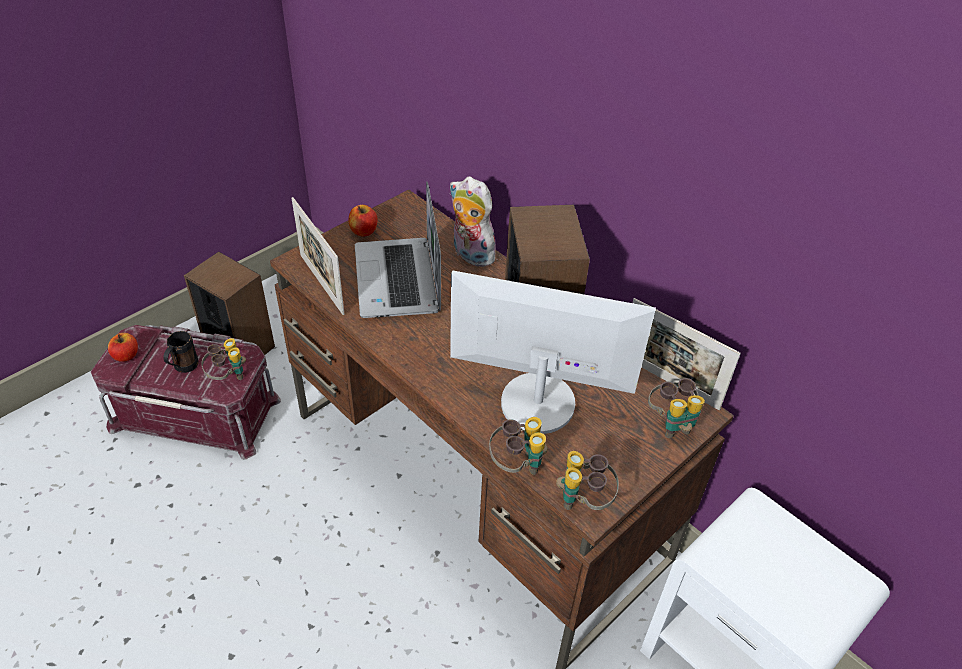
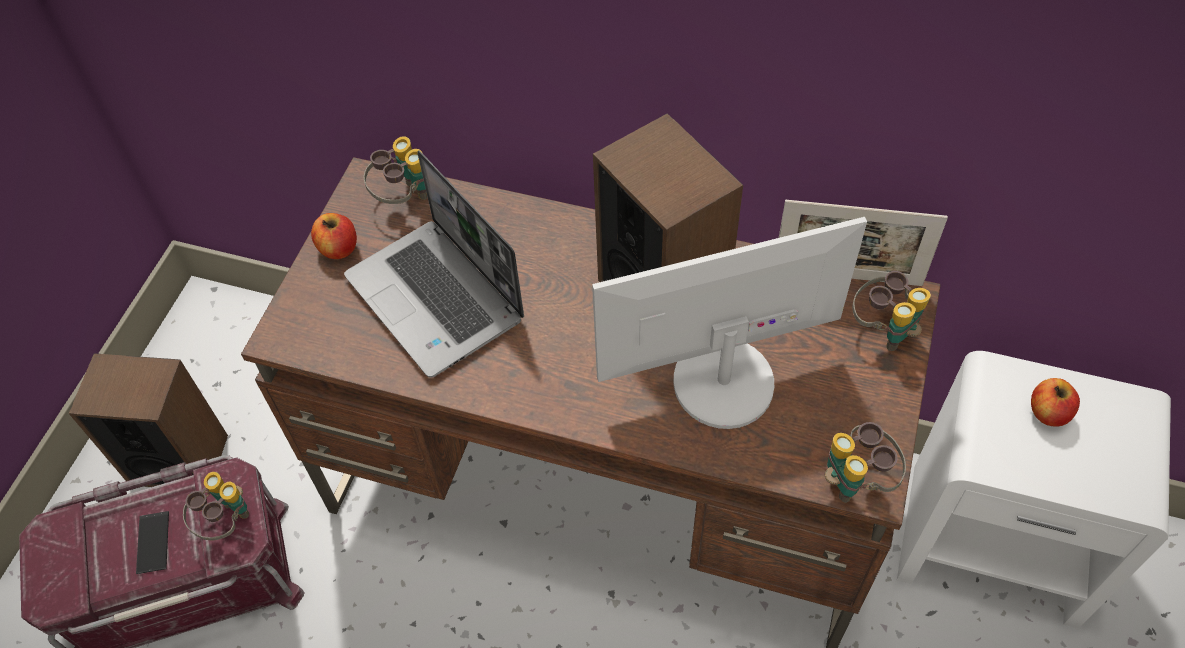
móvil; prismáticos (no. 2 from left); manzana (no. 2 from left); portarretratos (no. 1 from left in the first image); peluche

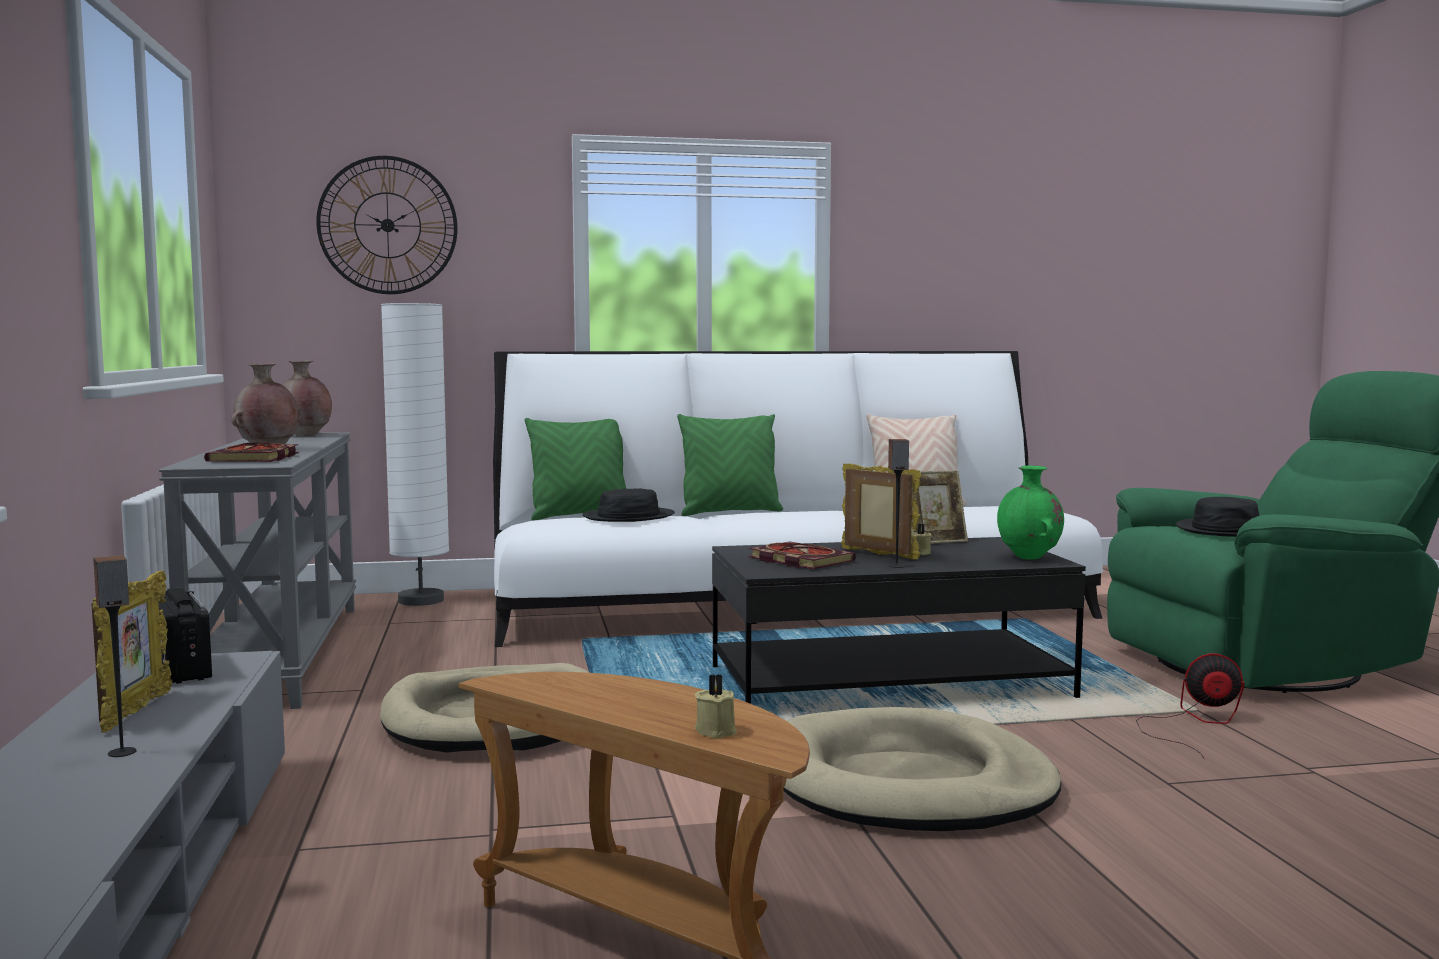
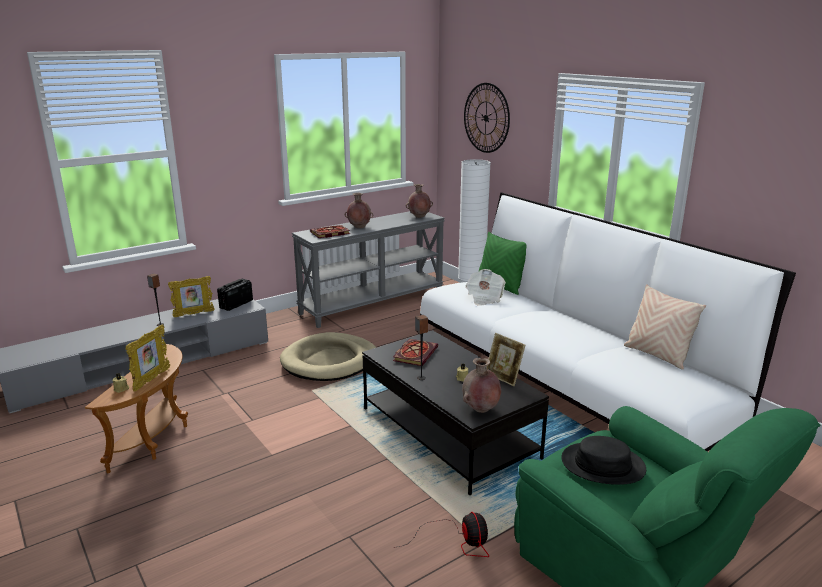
portarretratos (no. 1 from left); florero [marrón] (no. 3 from left); periódico; cojín [verde] (no. 2 from left in the first image); cama para perro [beis] (no. 2 from left in the first image)

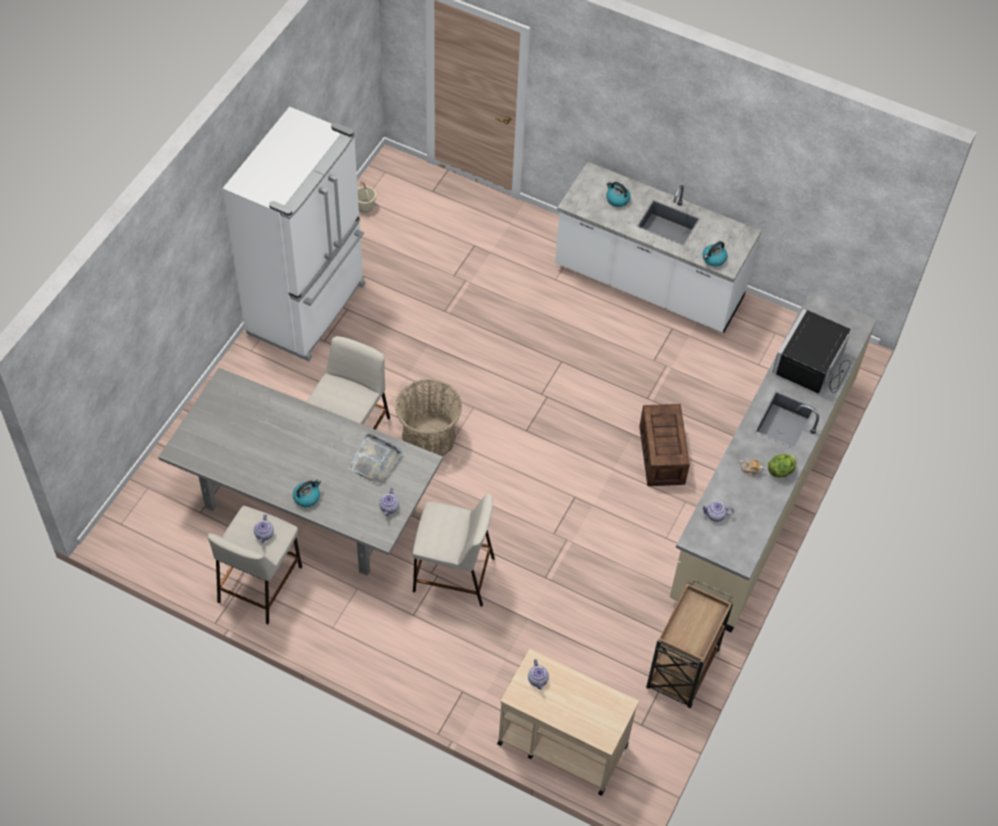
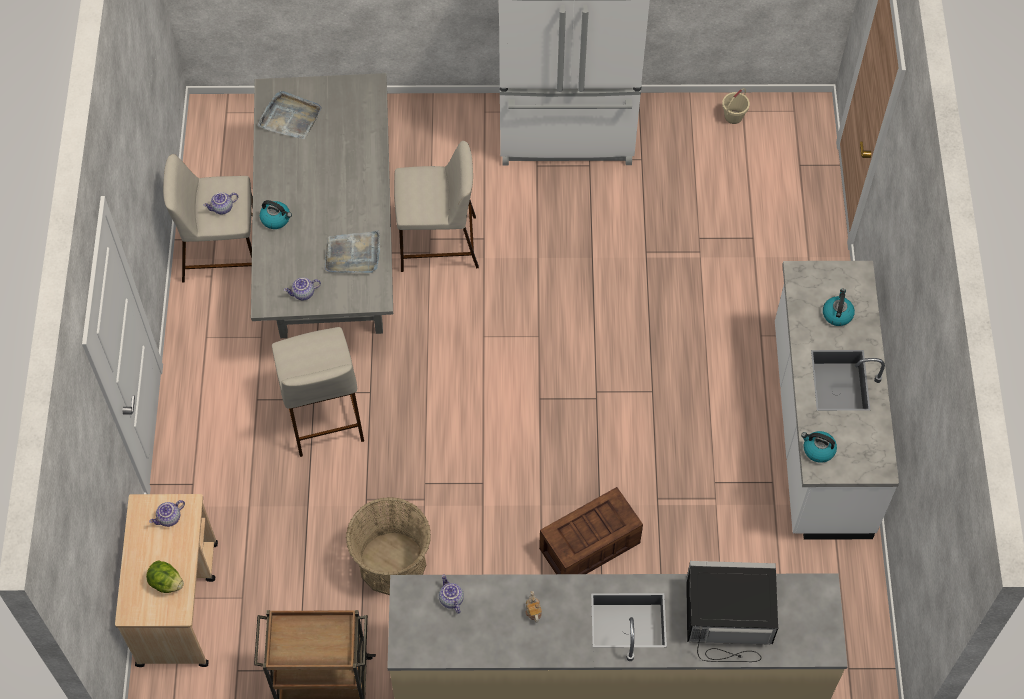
lechuga; bandeja [gris] (no. 1 from left); cesta

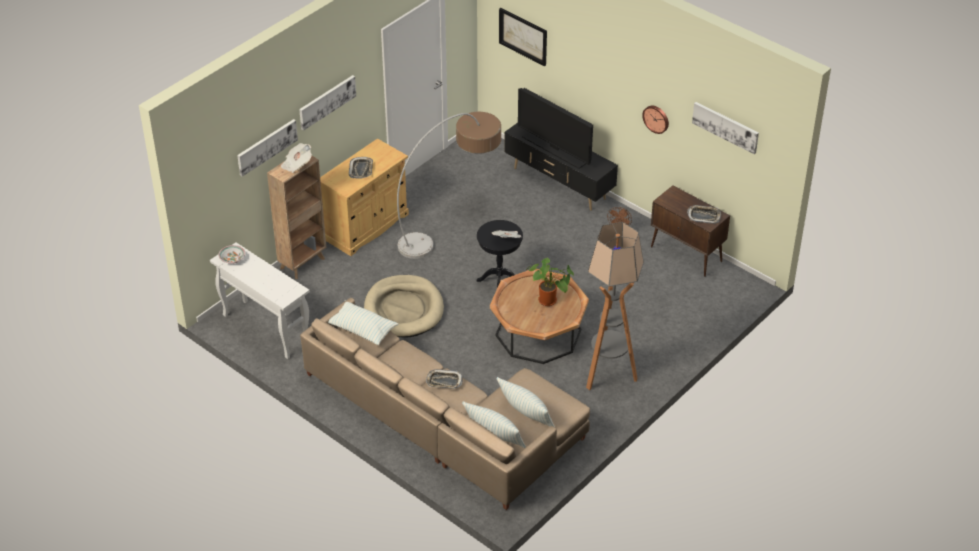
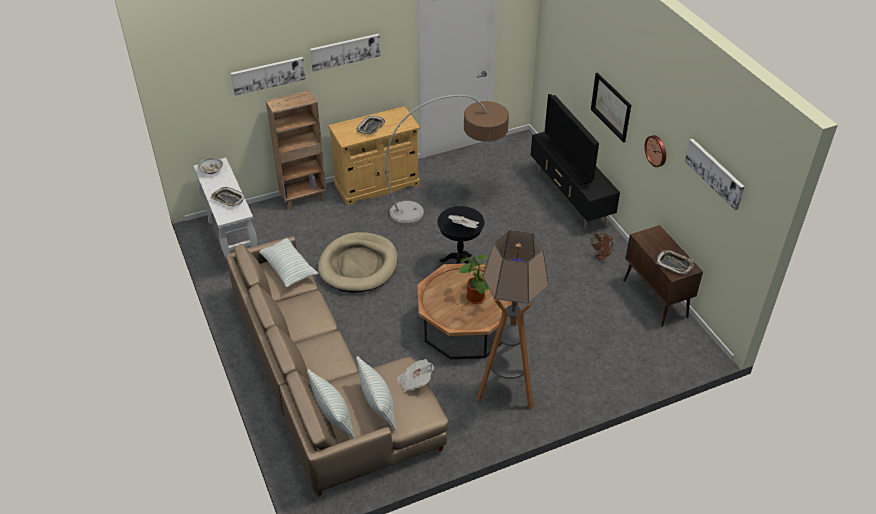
bandeja (no. 1 from left); periódico (no. 1 from left); cuadro (no. 3 from left)

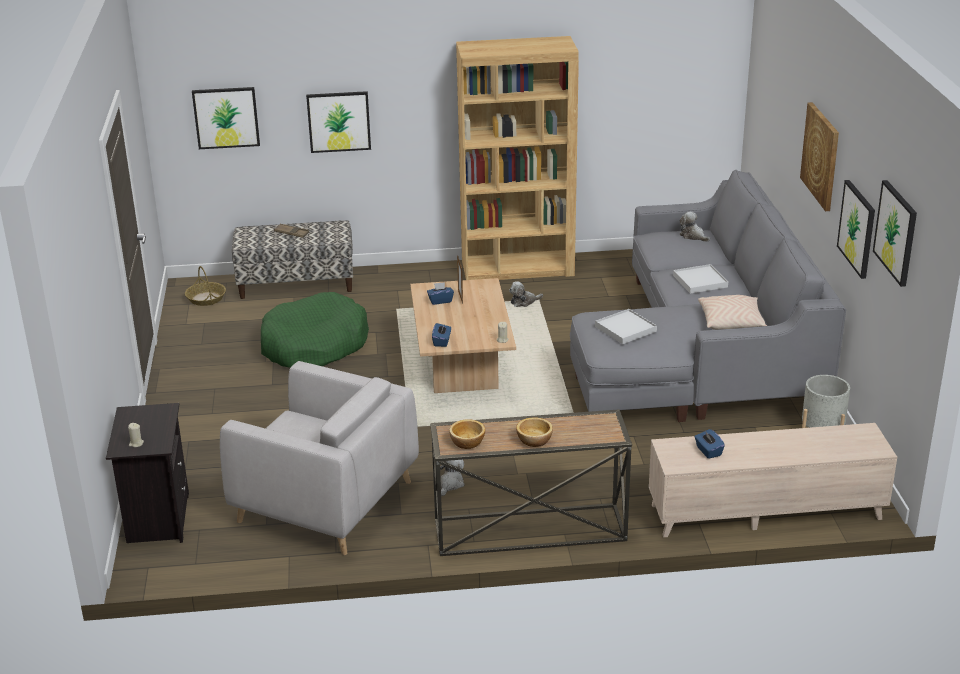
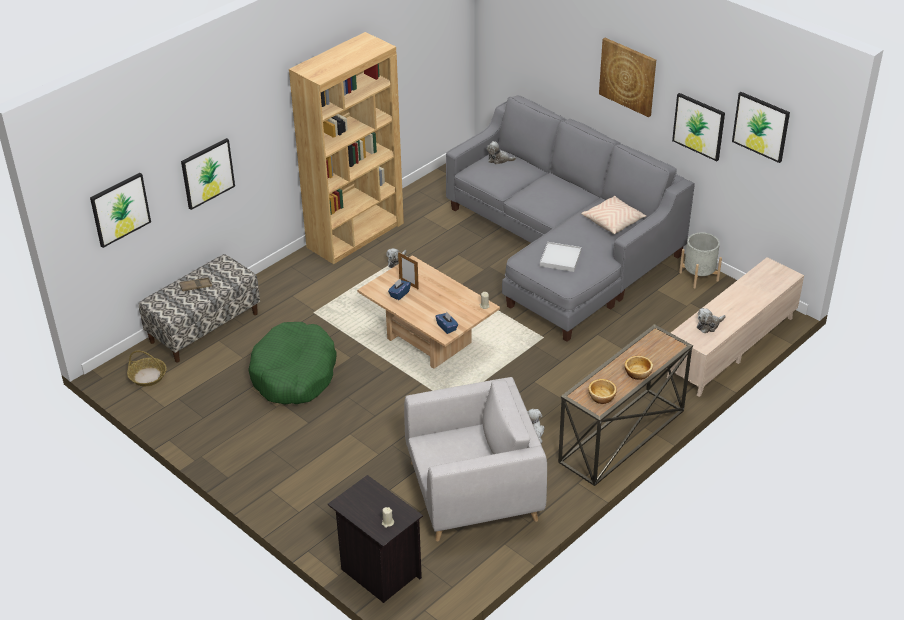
peluche (no. 4 from left); bandeja [blanco] (no. 2 from left in the first image)

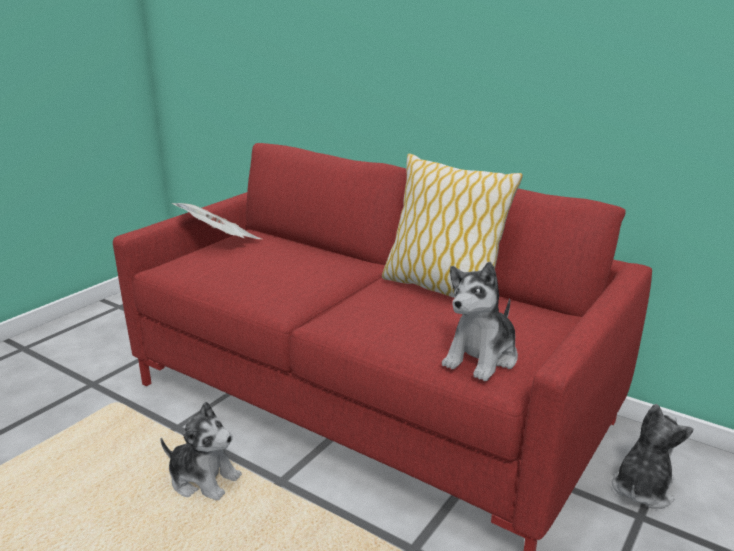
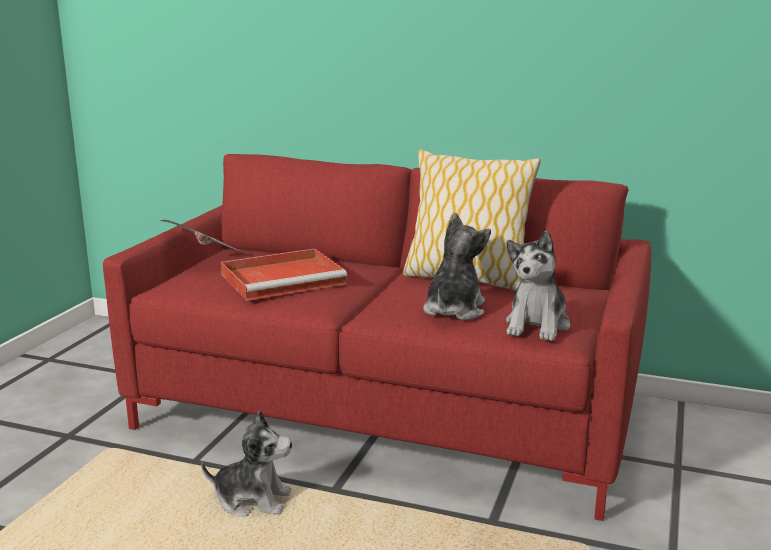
bandeja [rojo]; peluche (no. 2 from left)

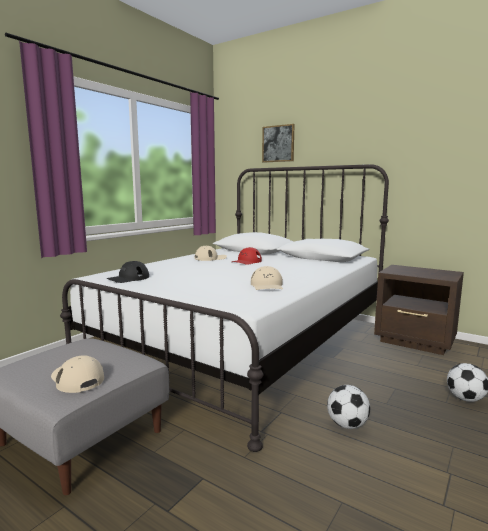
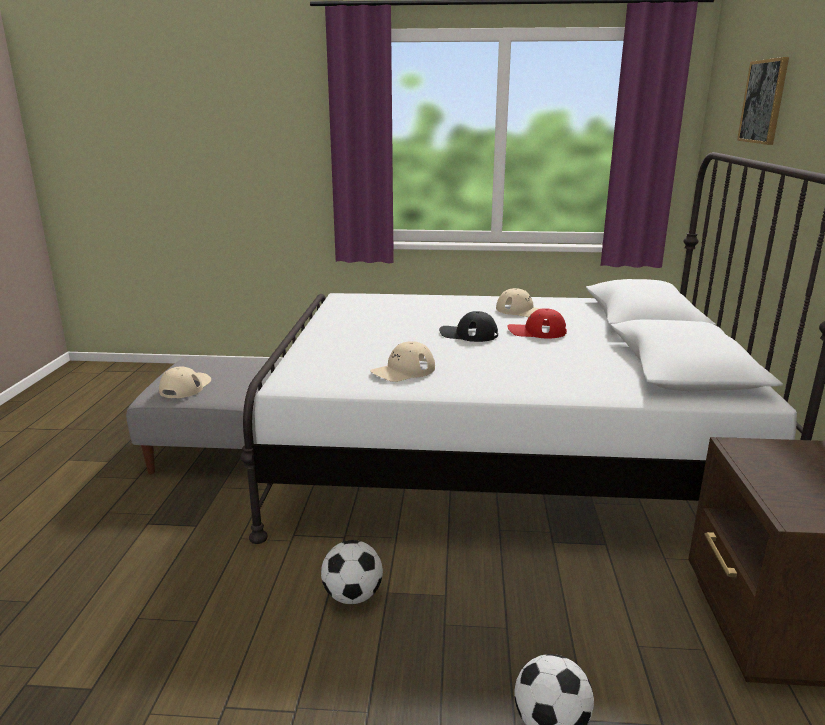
gorra [negro]

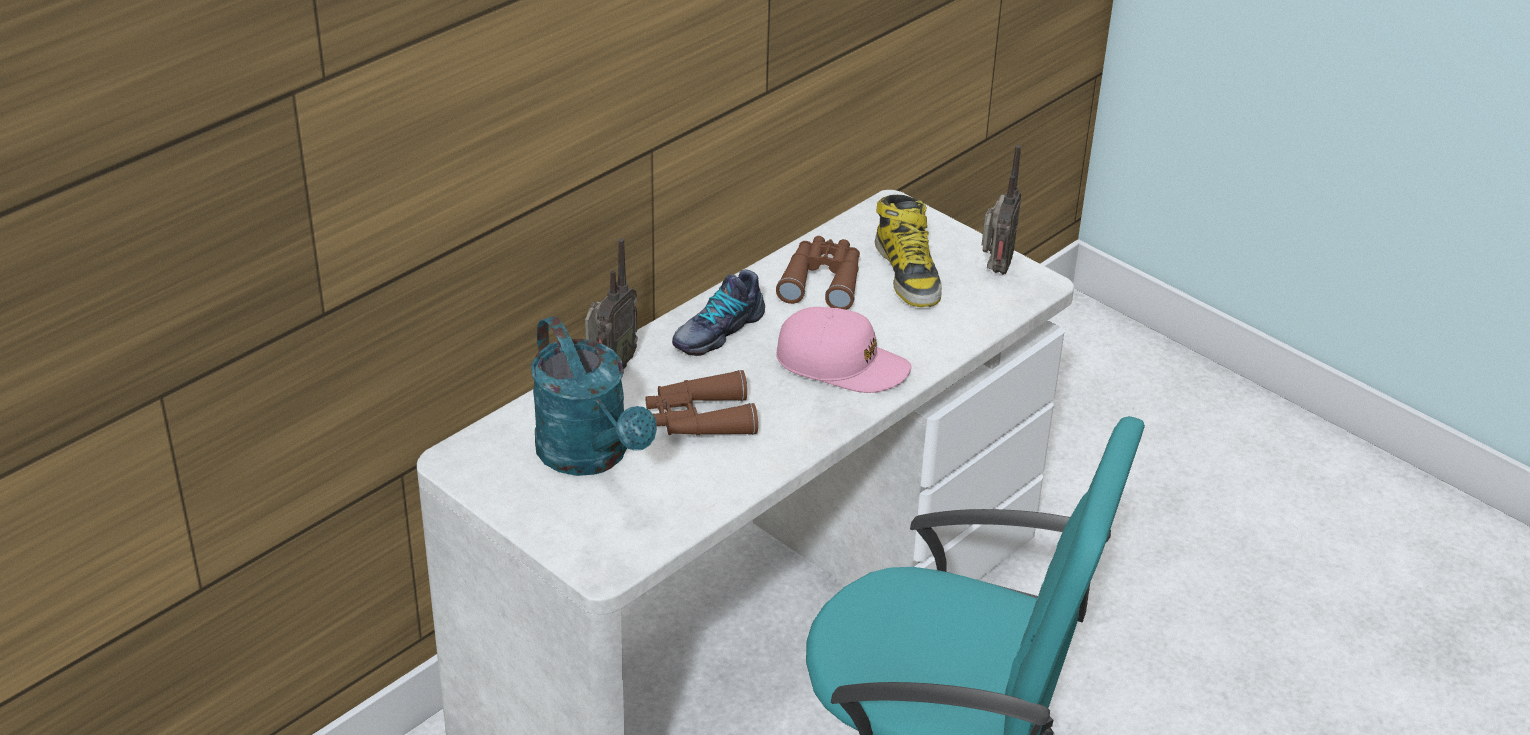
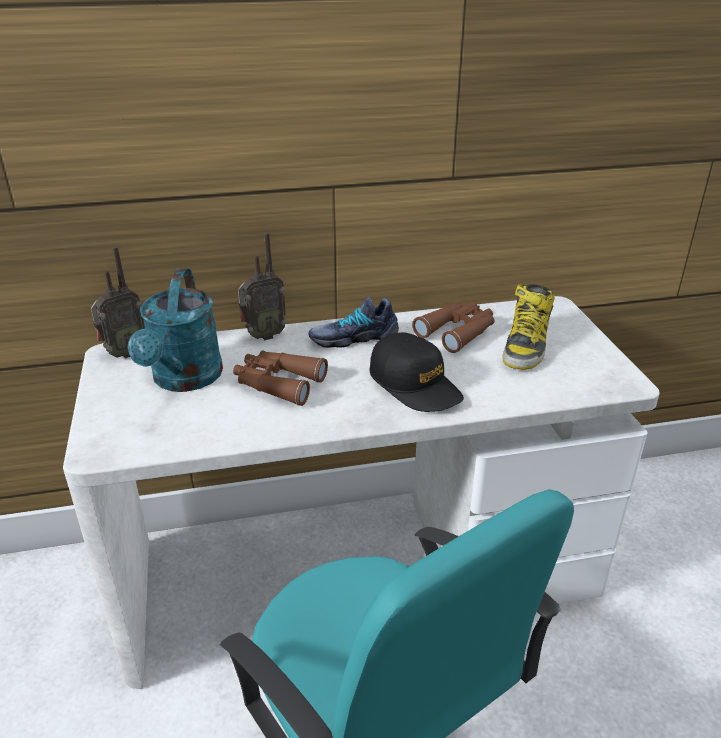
radio (no. 1 from left); gorra [negro]

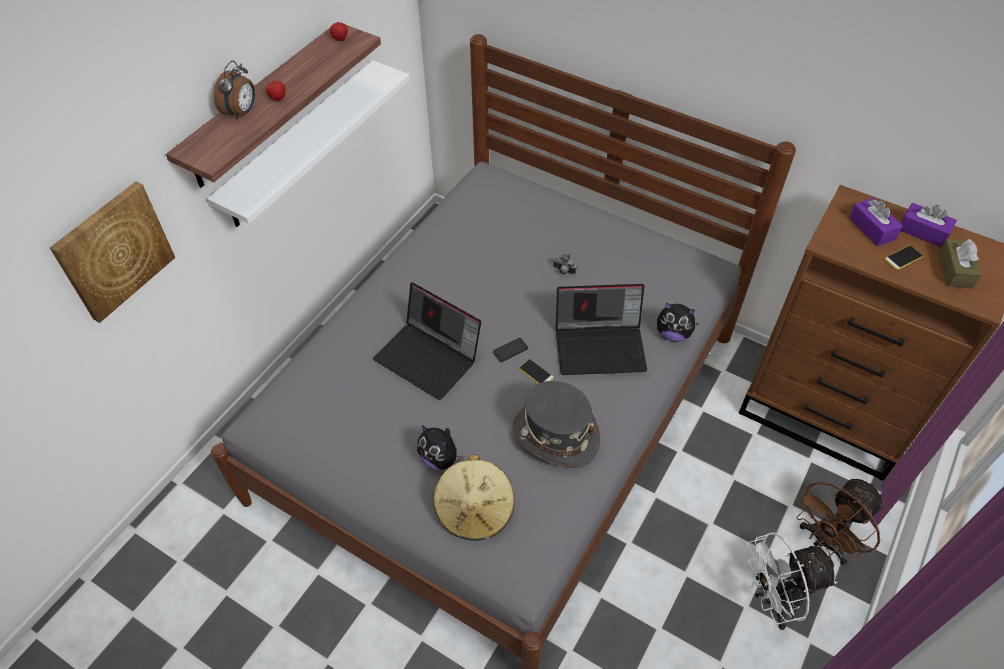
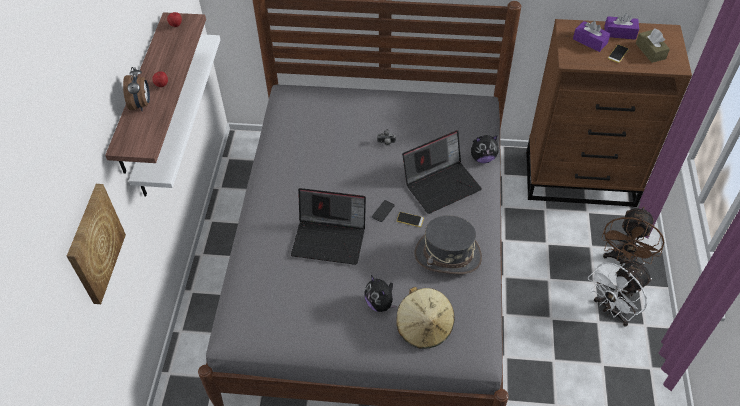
peluche (no. 1 from left)

